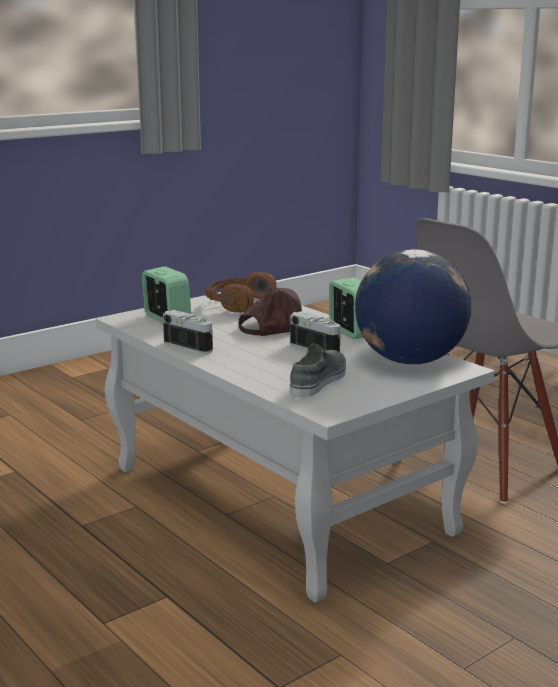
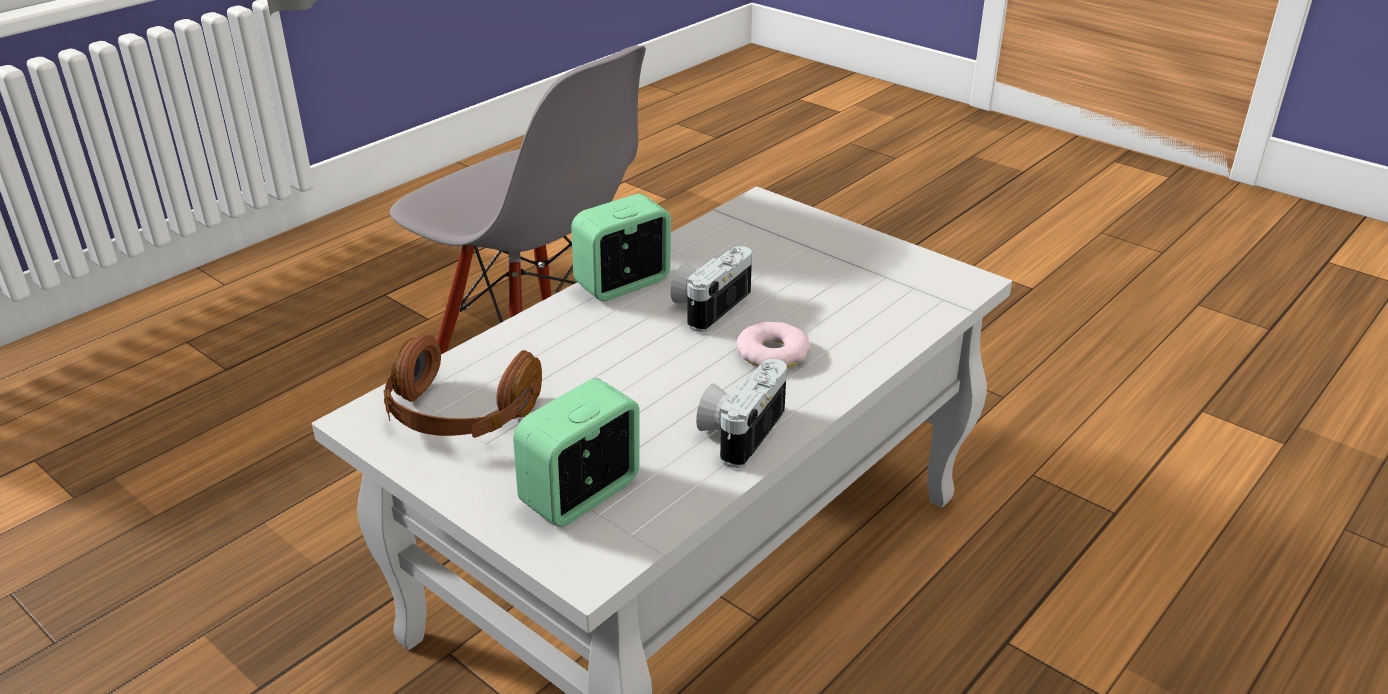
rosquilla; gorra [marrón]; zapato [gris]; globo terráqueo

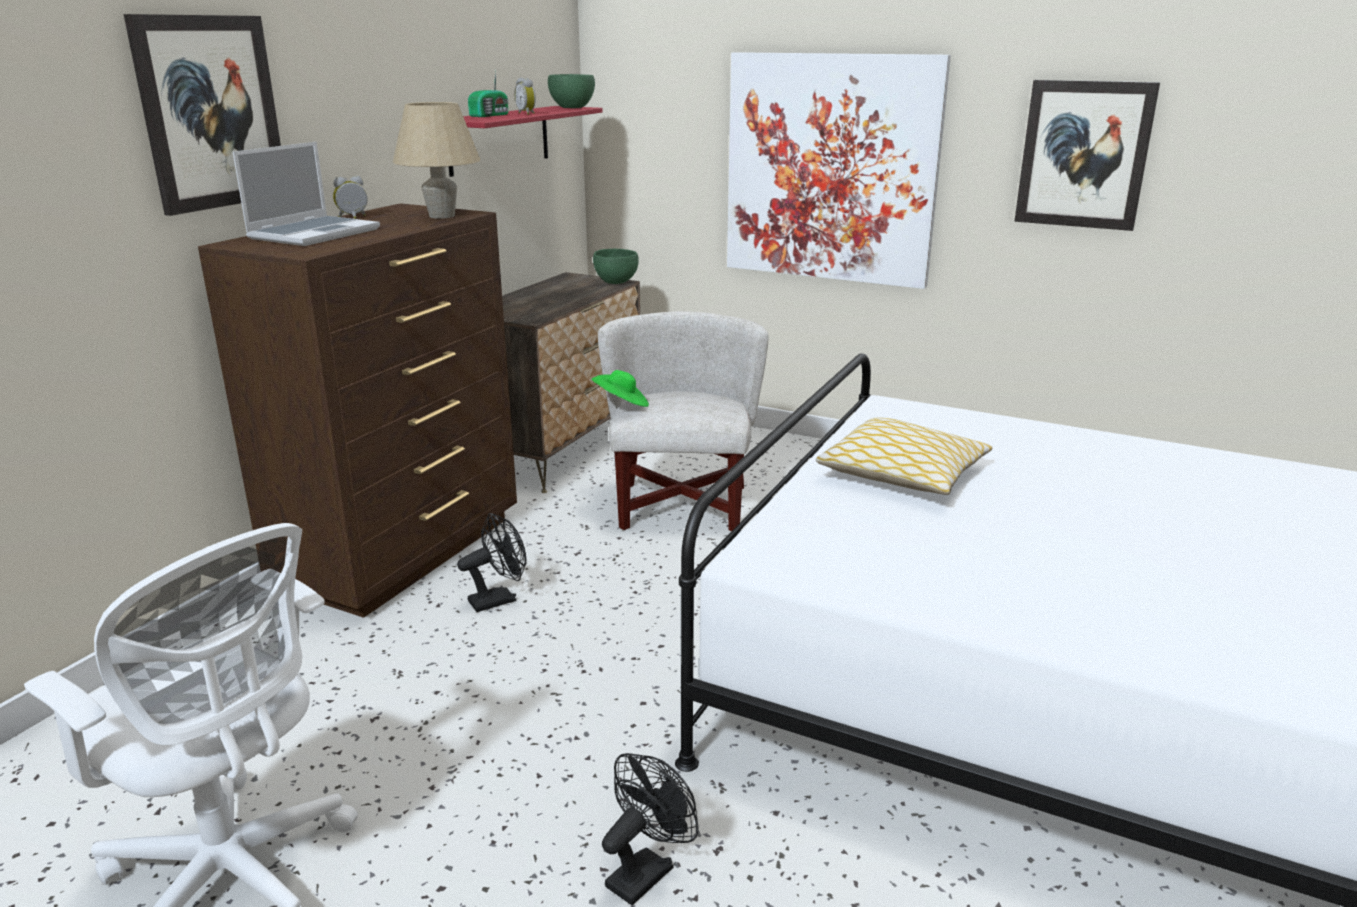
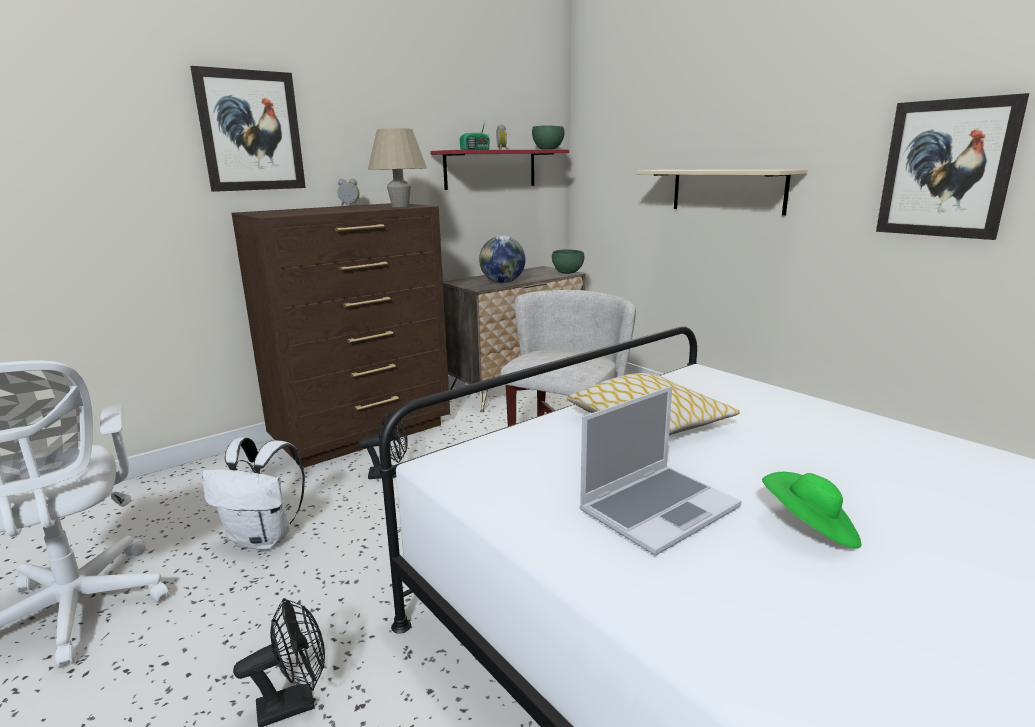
mochila [blanco]; globo terráqueo; portátil; estante [beis]; sombrero [verde]

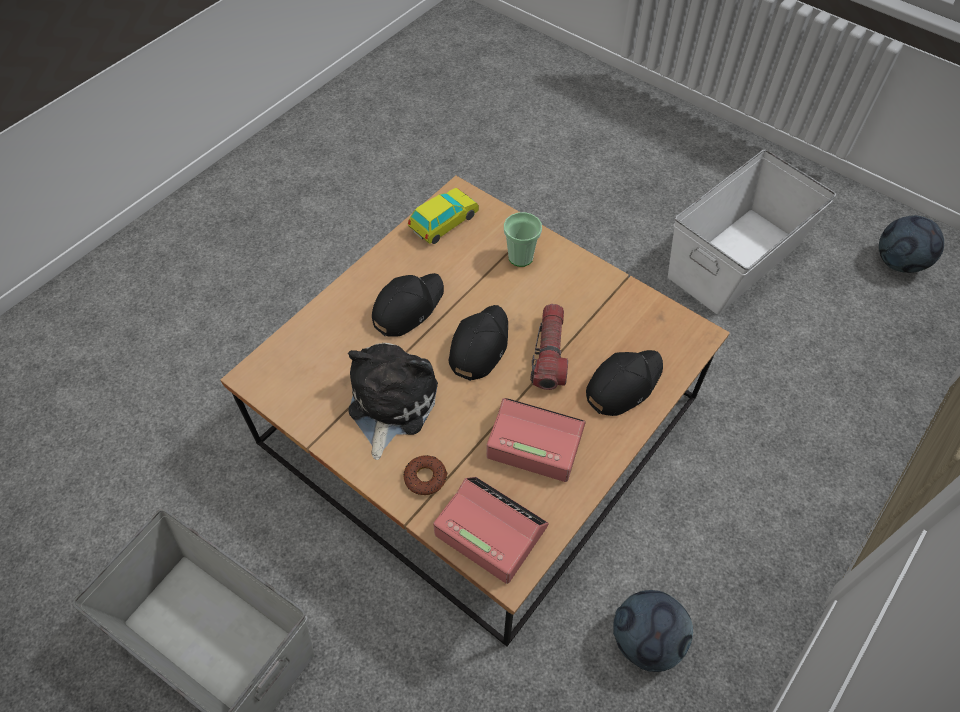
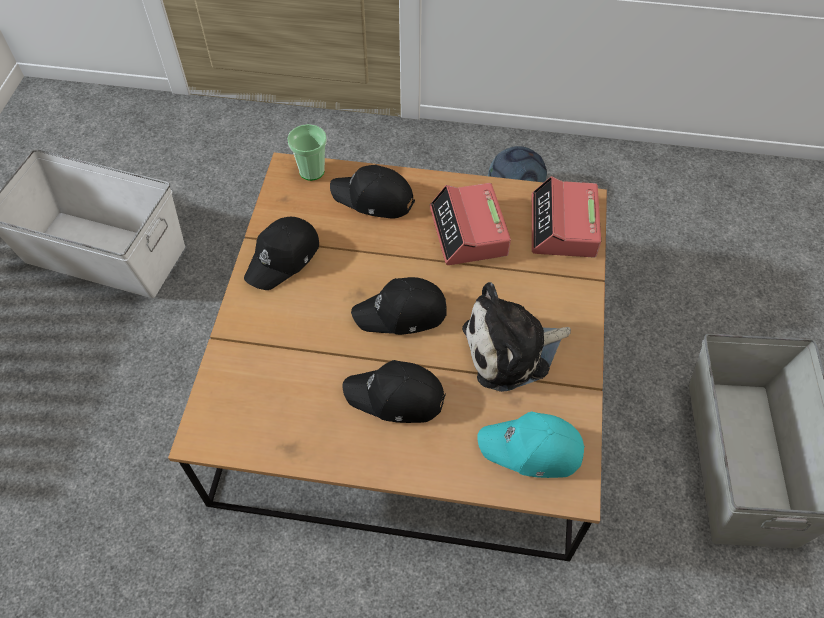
gorra [negro] (no. 1 from left); taza; gorra [turquesa]; rosquilla; coche de juguete; linterna; balón de fútbol (no. 2 from left in the first image)

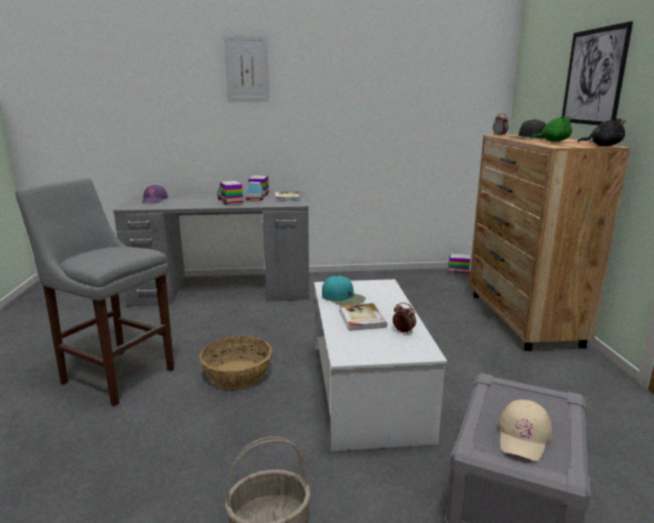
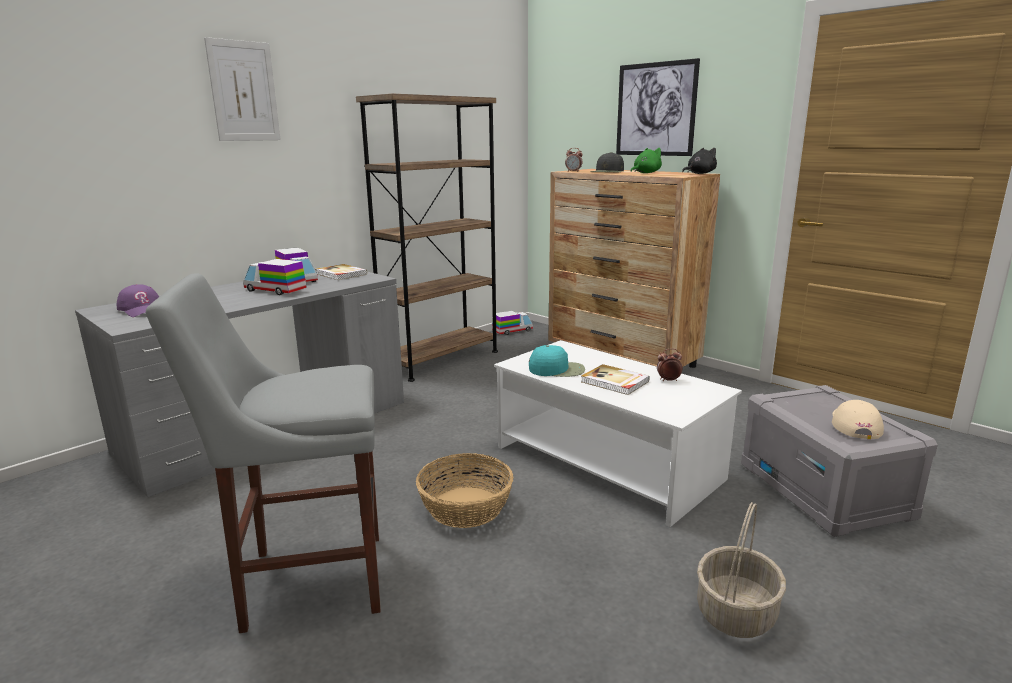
estantería [marrón]; gorra [beis]

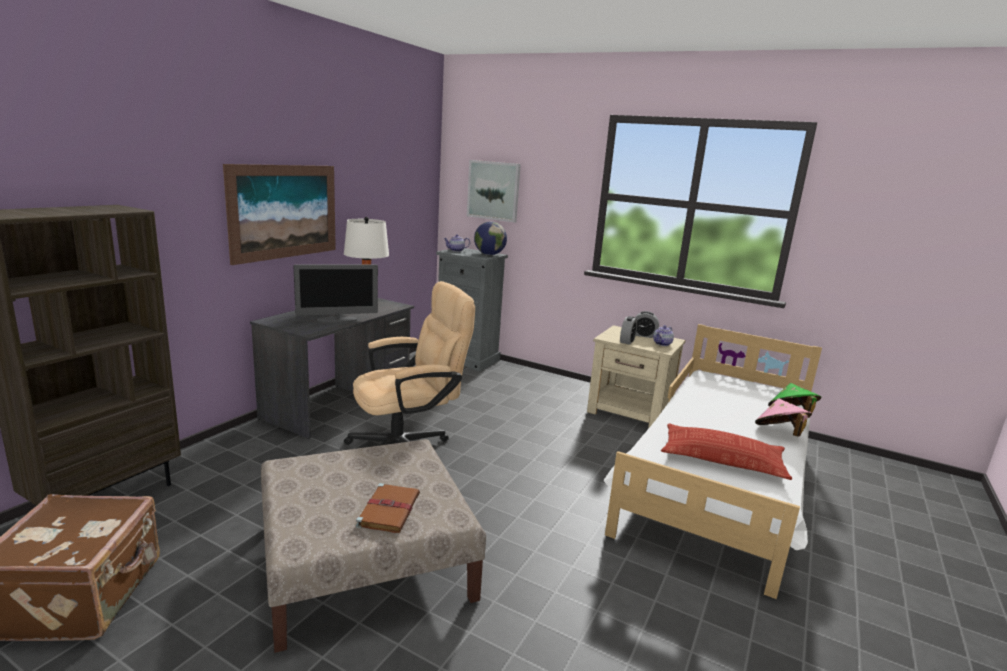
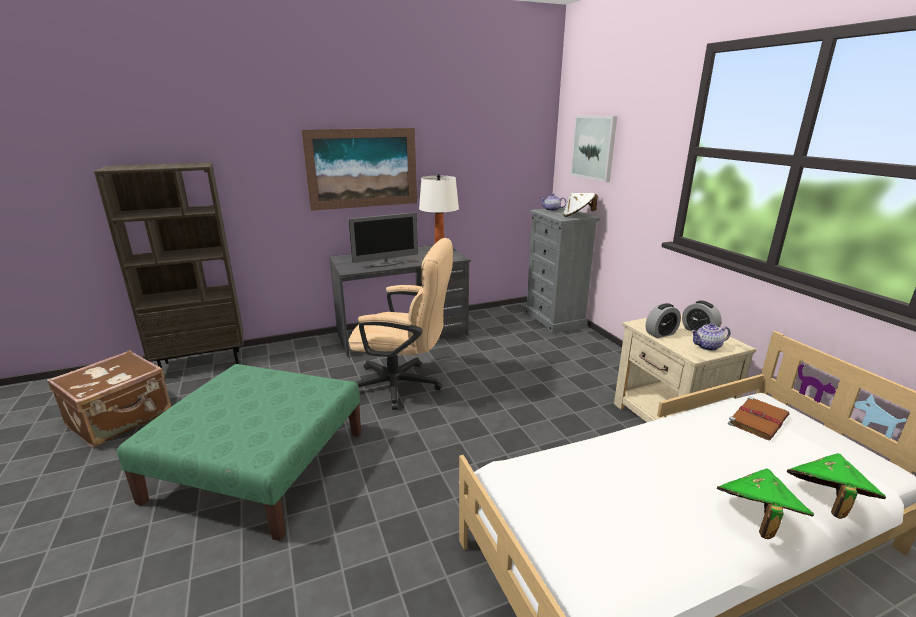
puf [verde]; monitor; sombrero [blanco]; sombrero [verde] (no. 1 from left); libro [marrón]; cojín

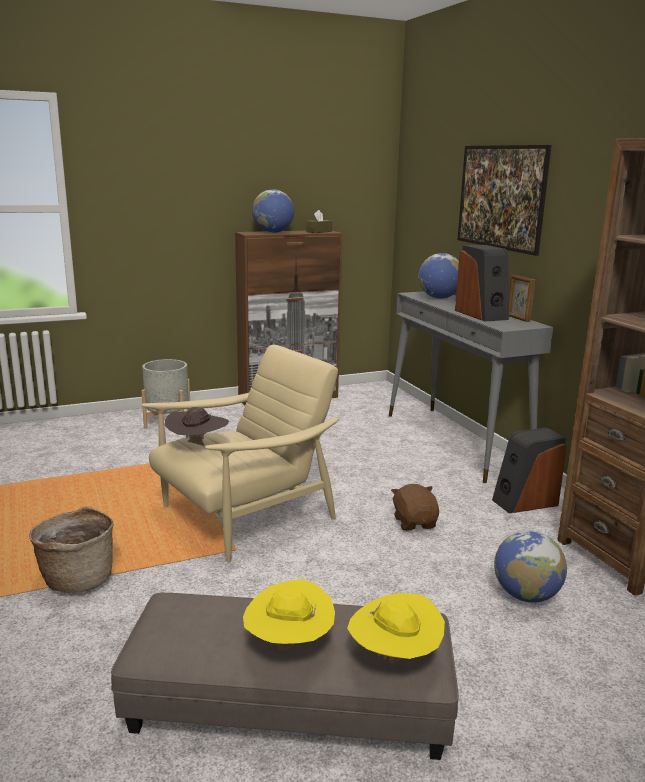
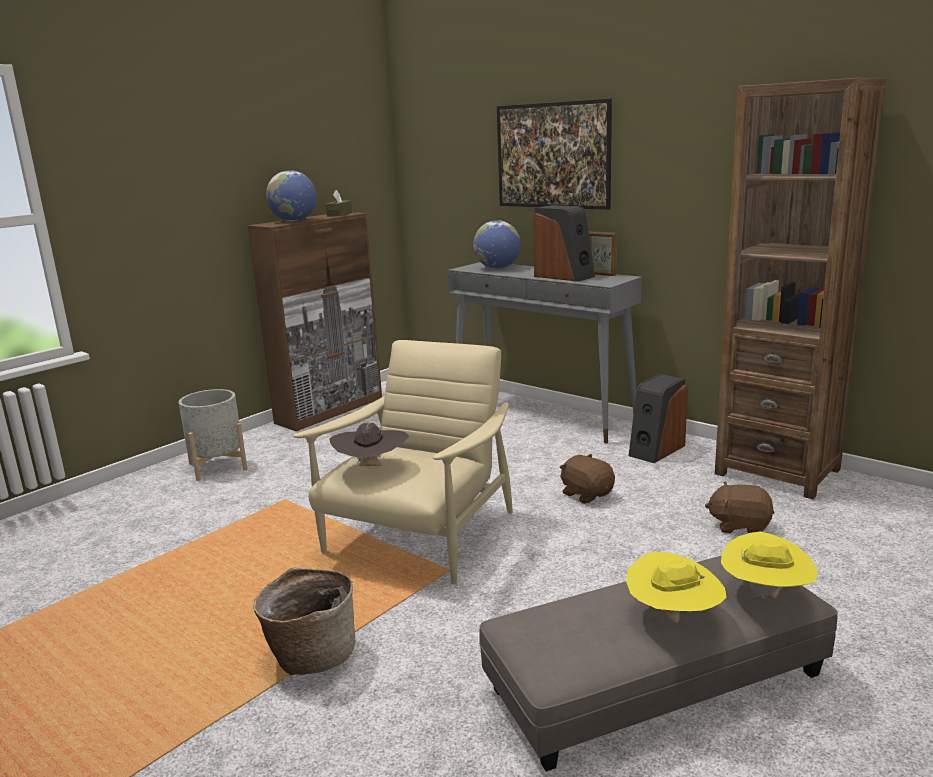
peluche [marrón] (no. 2 from left)

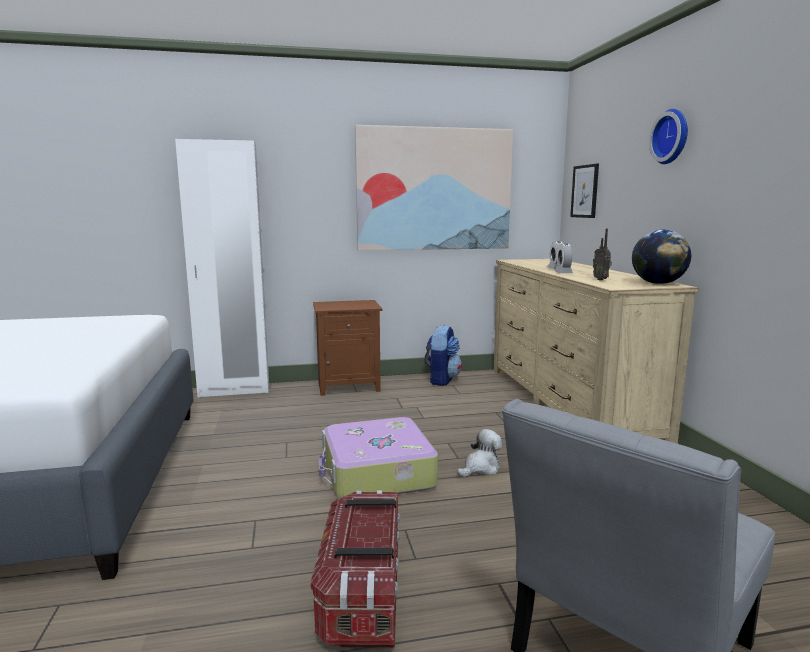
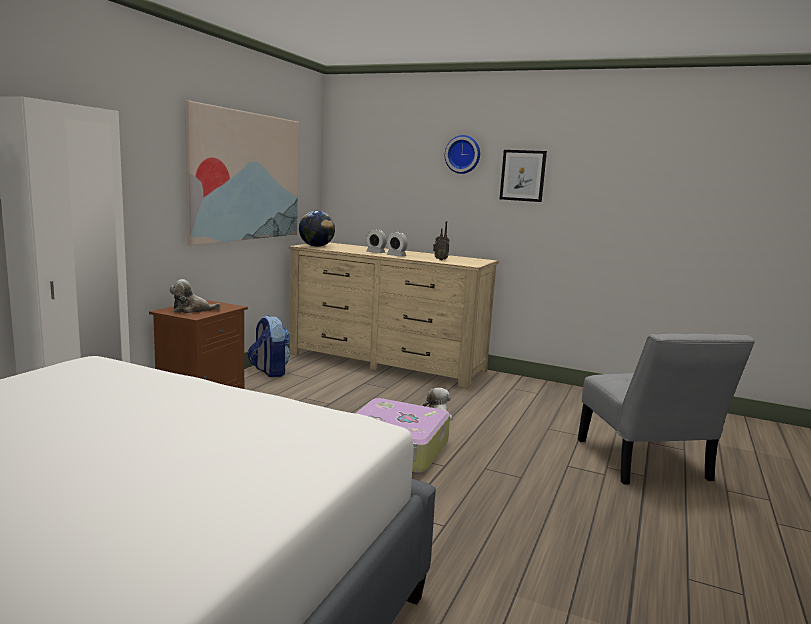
peluche (no. 1 from left); globo terráqueo; cuadro (no. 2 from left); caja de almacenaje

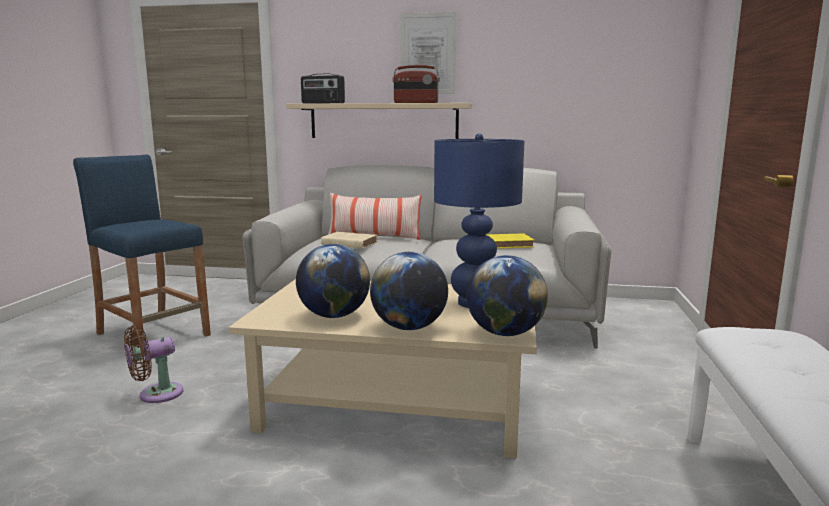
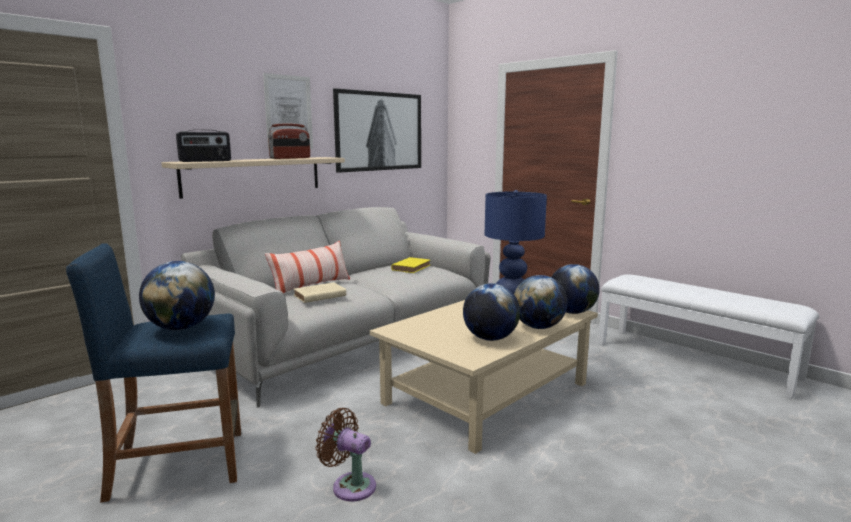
globo terráqueo (no. 1 from left); ventilador [marrón]; cuadro (no. 2 from left)

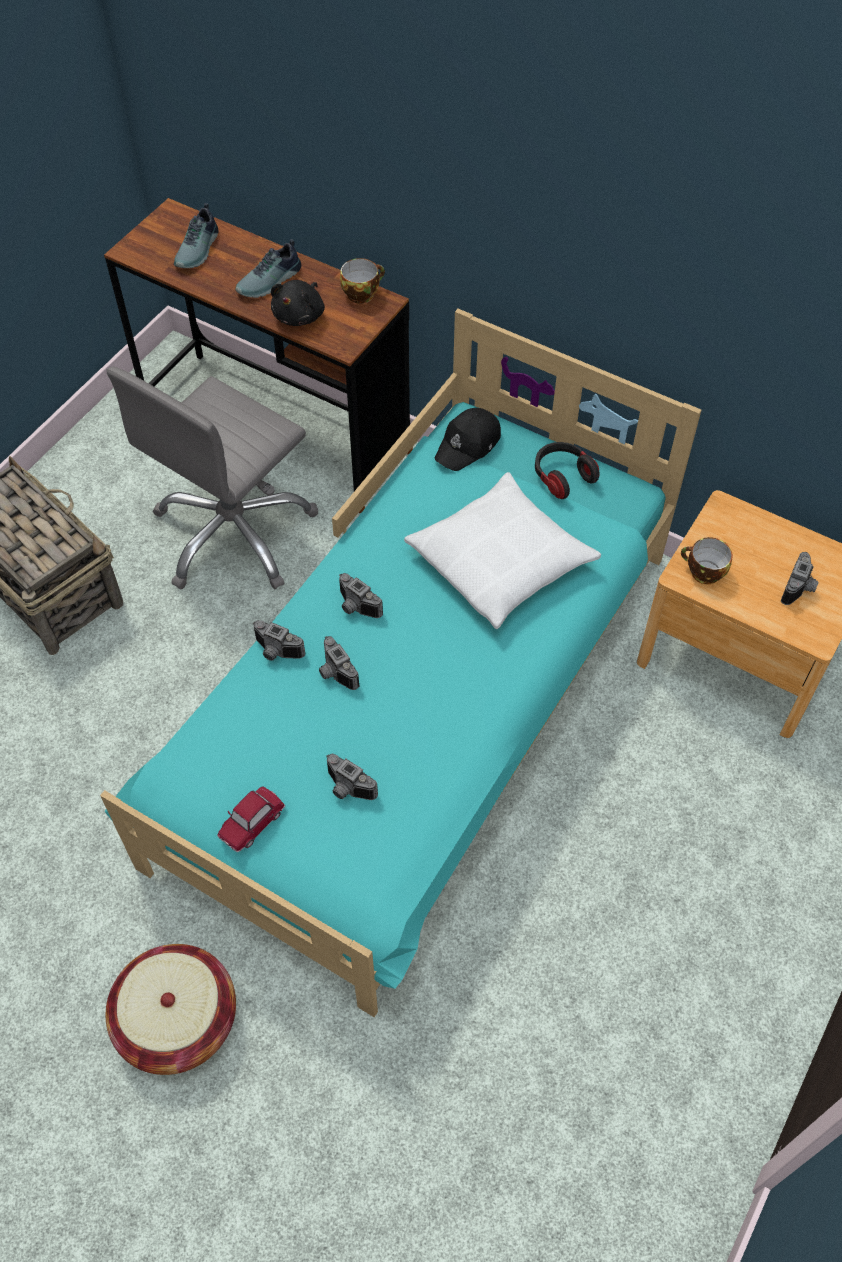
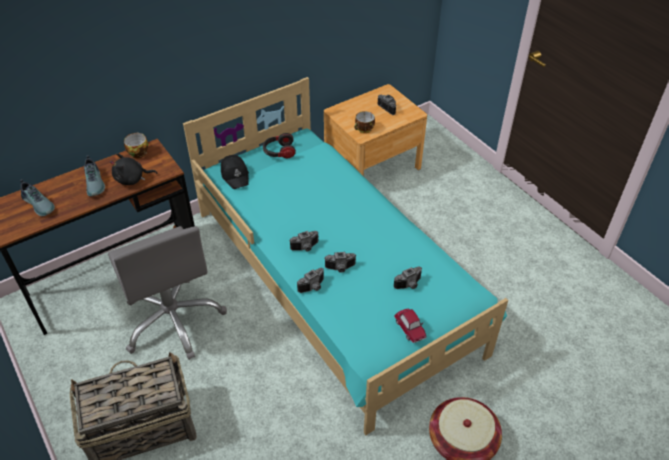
peluche [negro]; cojín [blanco]

